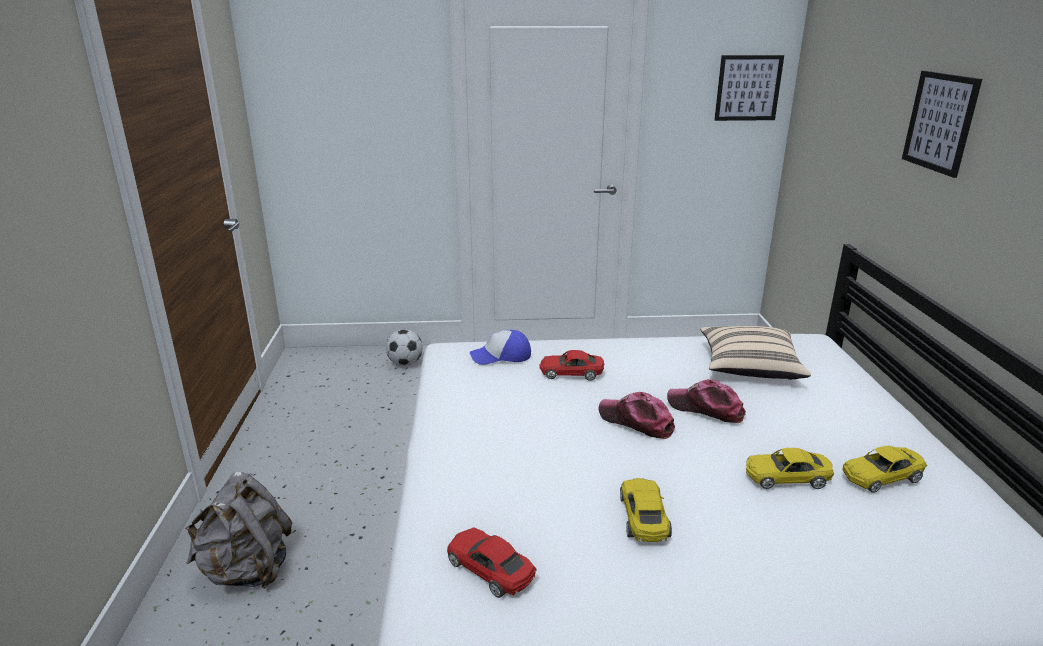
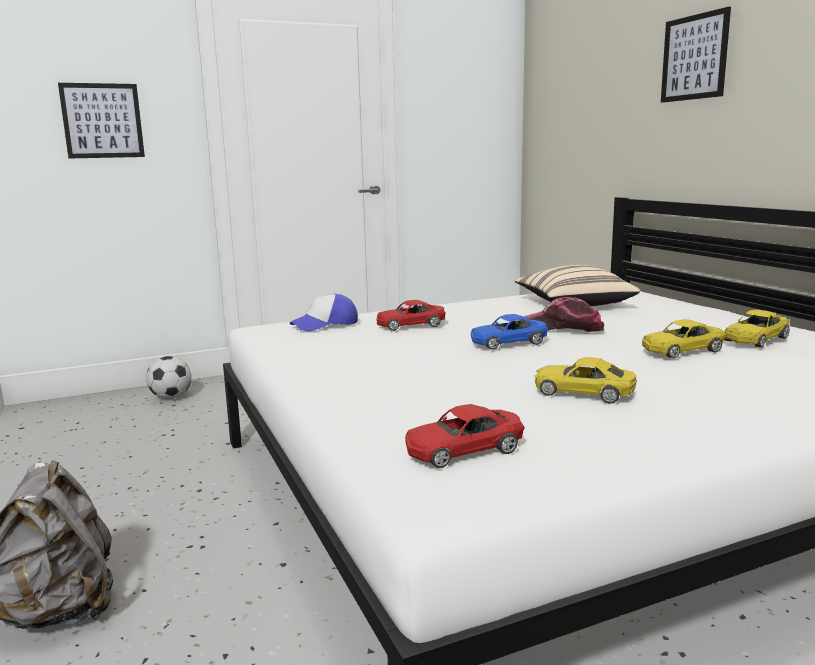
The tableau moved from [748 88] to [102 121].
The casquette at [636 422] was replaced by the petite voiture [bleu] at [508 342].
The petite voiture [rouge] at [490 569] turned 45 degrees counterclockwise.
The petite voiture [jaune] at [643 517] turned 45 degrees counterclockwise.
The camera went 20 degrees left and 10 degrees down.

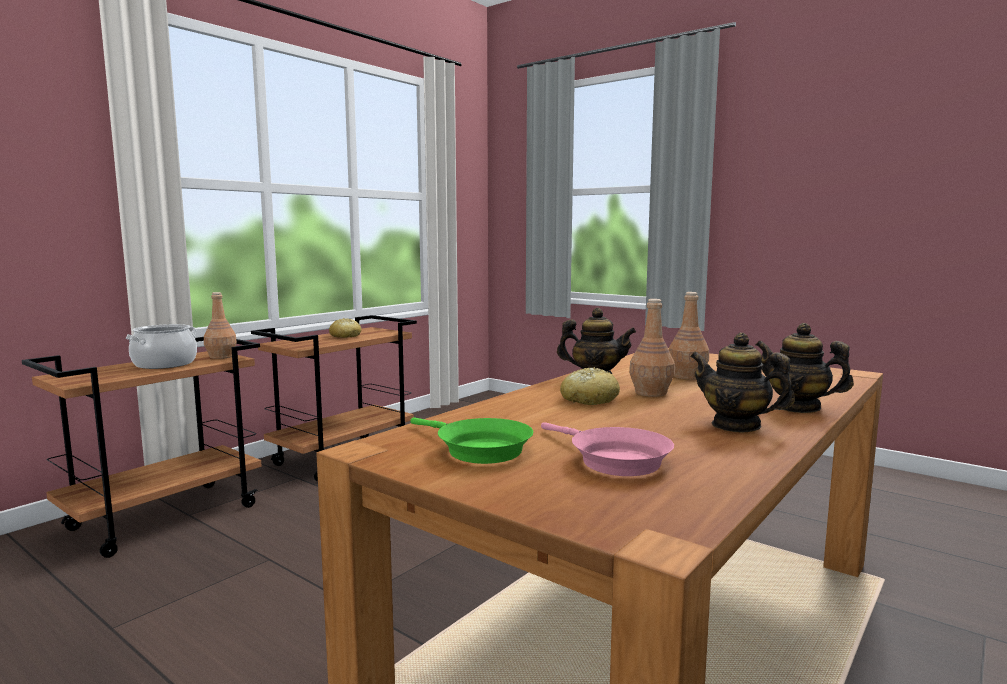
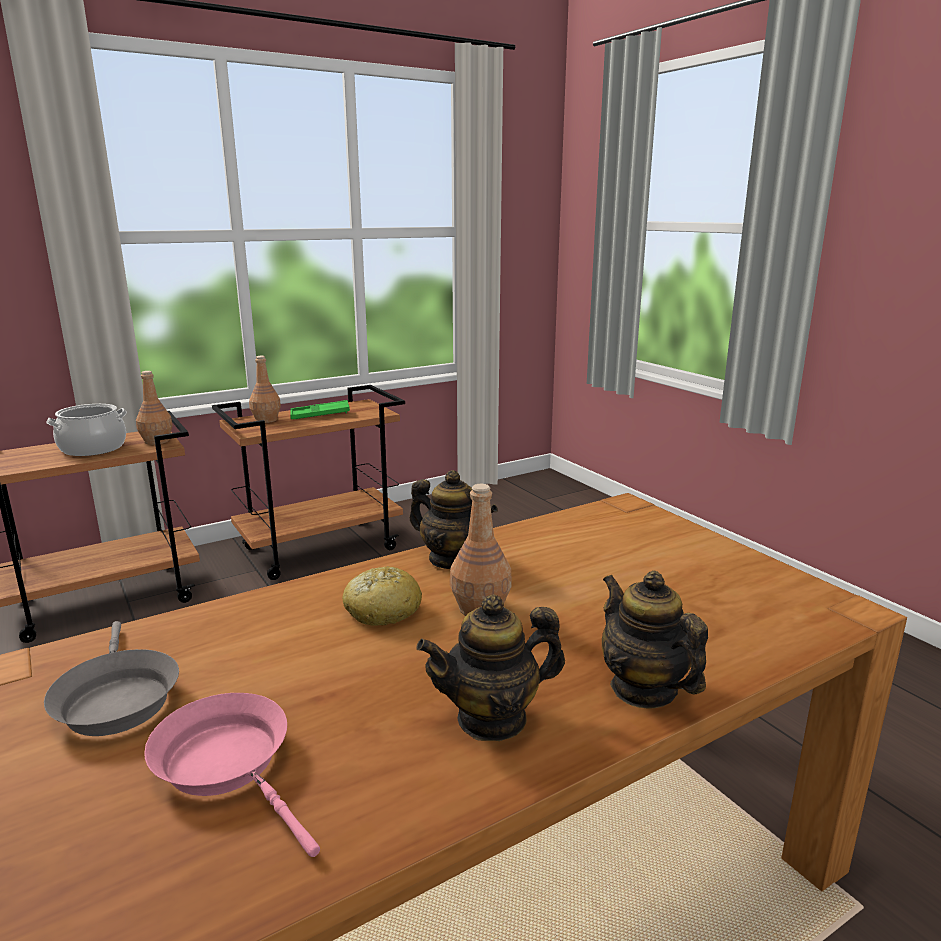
The bouteille [marron] moved from [687 376] to [266 420].
The pain at [345 336] was replaced by the plateau [vert] at [320 415].
The poêle [vert] at [478 449] became the poêle [gris] at [116 699].
The poêle [rose] at [613 460] turned 150 degrees clockwise.
The théière at [736 425] turned 75 degrees counterclockwise.
The camera went 20 degrees right and 10 degrees up.

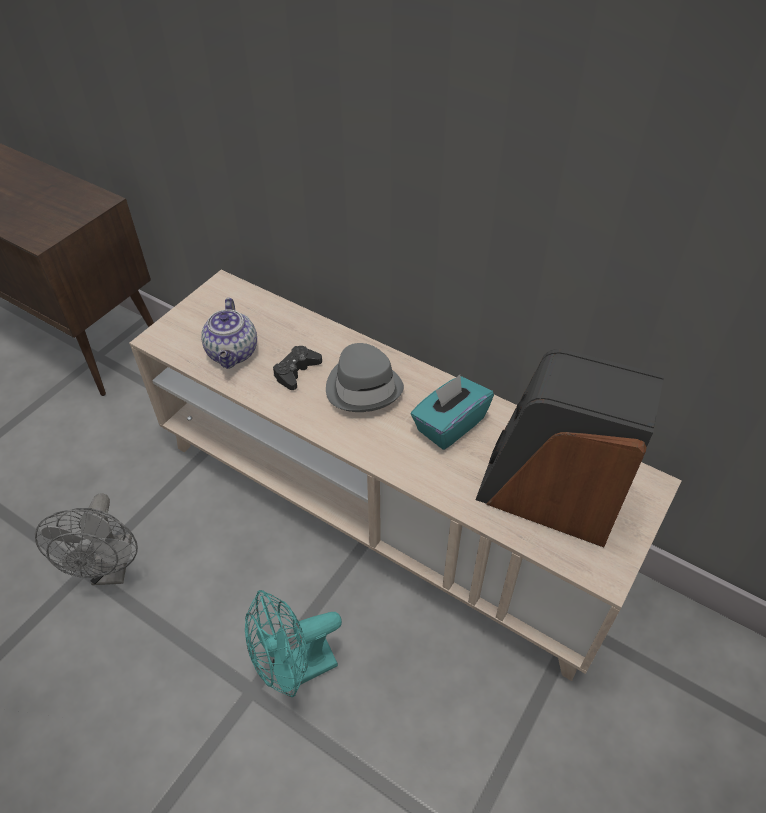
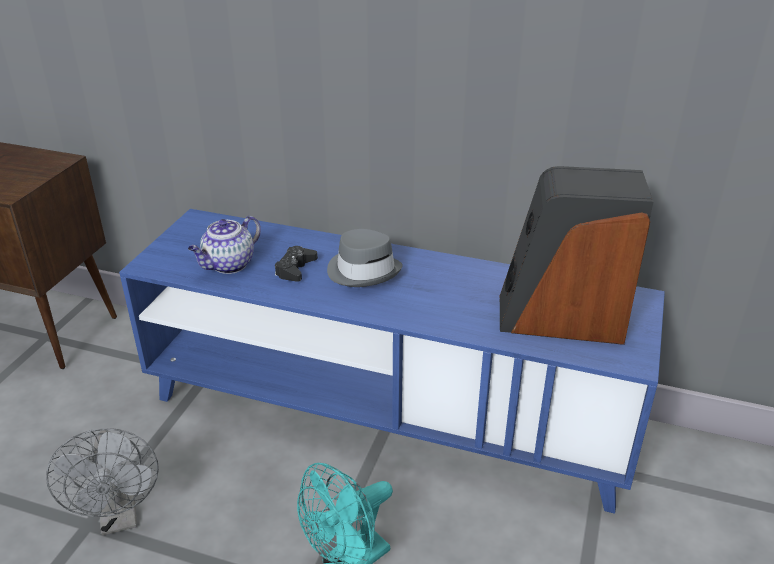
The boîte à mouchoirs [turquoise] at [449 425] disappeared.
The meuble télé [beige] at [383 509] became the meuble télé [bleu] at [387 412].
The théière at [233 354] turned 60 degrees clockwise.
The camera went 15 degrees left and 15 degrees down.

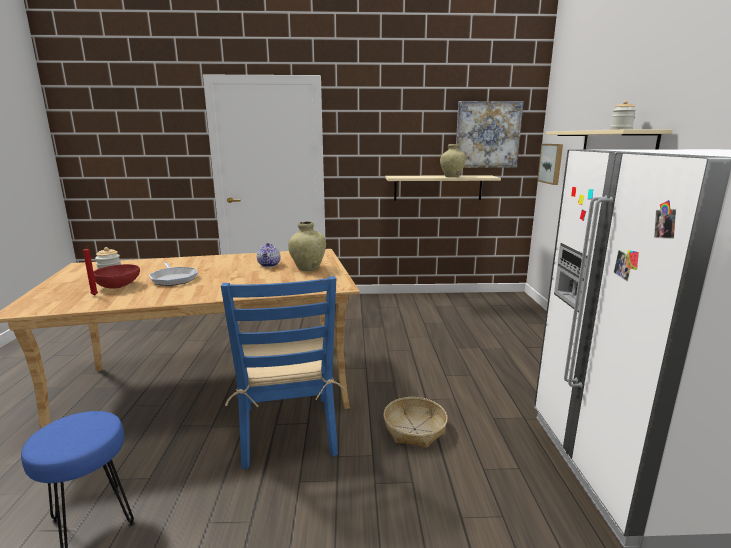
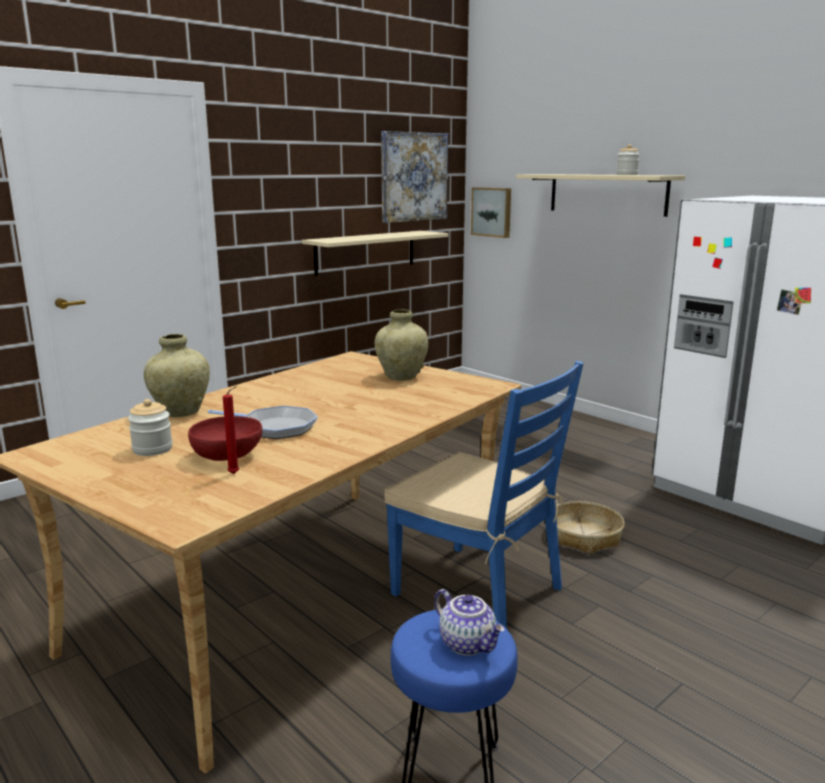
The théière moved from [269 265] to [468 644].
The vase [beige] moved from [451 176] to [180 412].
The camera went 40 degrees left and 0 degrees up.

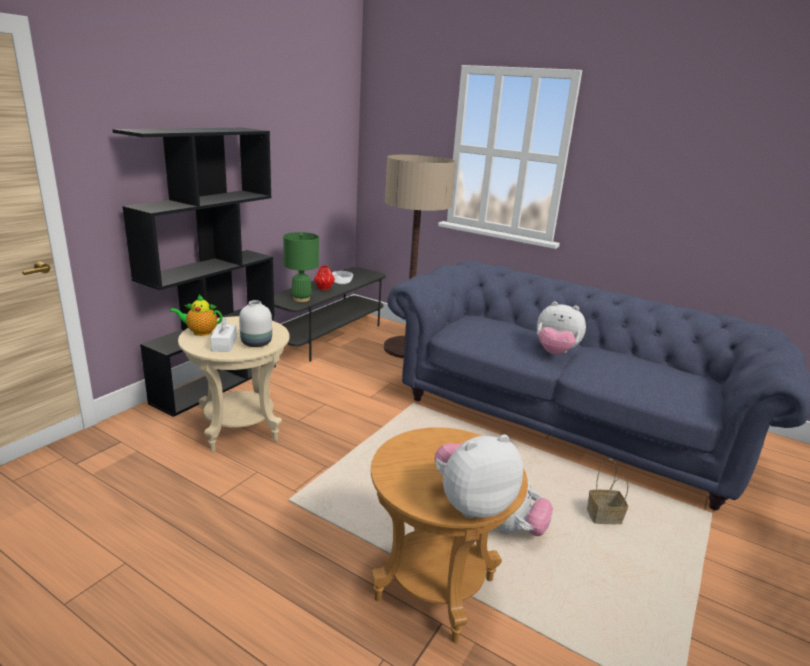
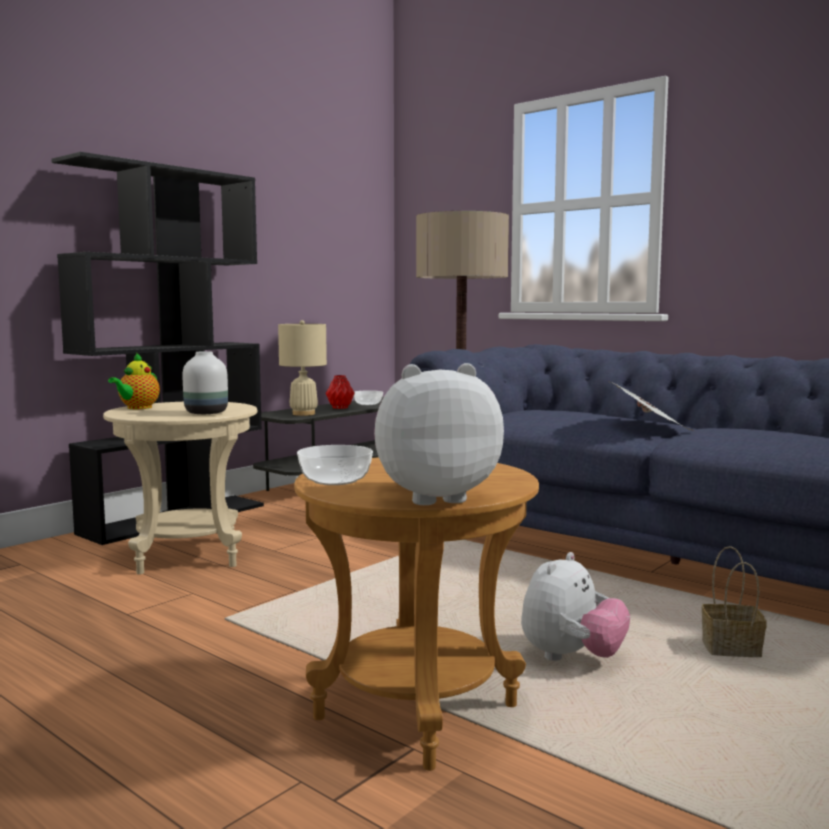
The boîte à mouchoirs [blanc] at [224 344] disappeared.
The bol at [335 480] appeared.
The peluche at [555 352] was replaced by the journal at [650 428].
The lampe de table [vert] at [301 299] became the lampe de table [beige] at [303 414].
The théière at [200 332] turned 75 degrees counterclockwise.
The camera went 10 degrees right and 15 degrees down.

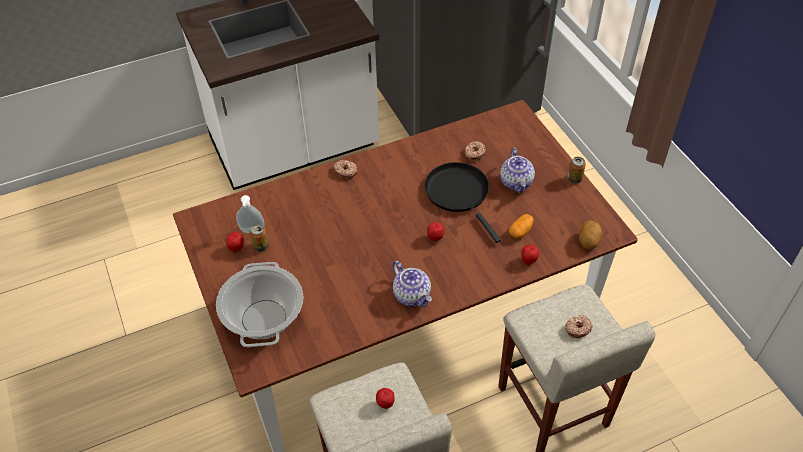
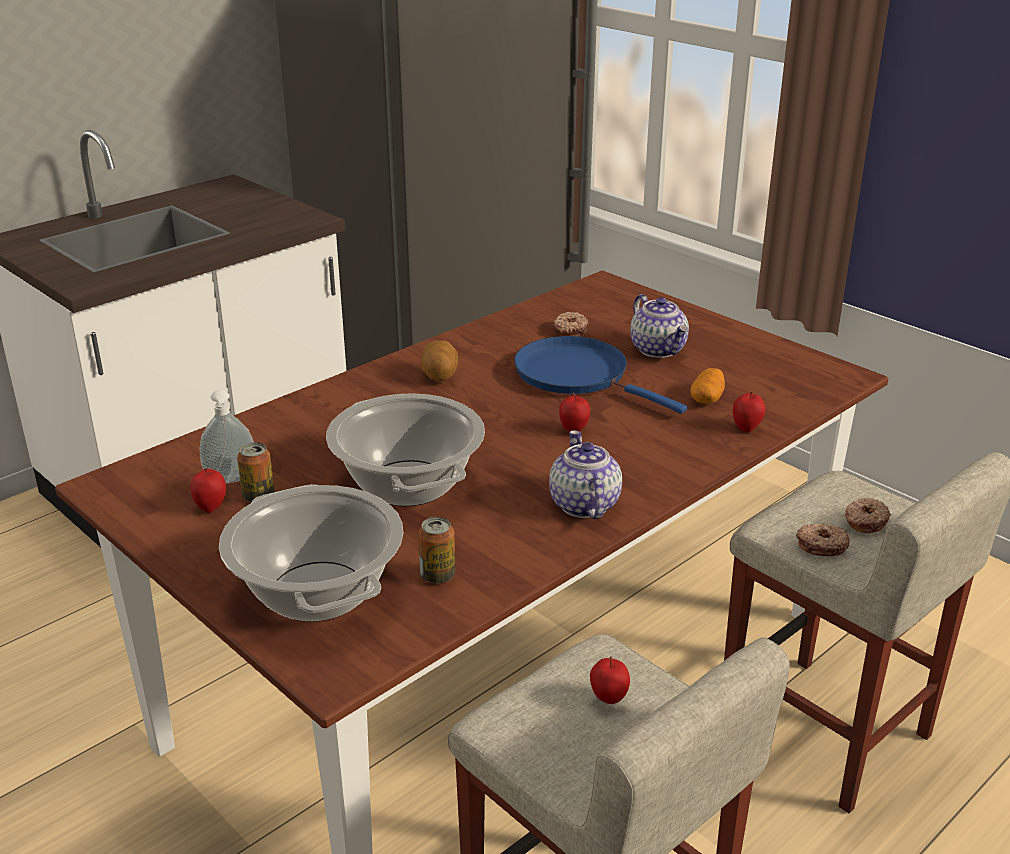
The marmite at [409 484] appeared.
The beignet moved from [345 171] to [821 545].
The boîte métallique moved from [574 179] to [437 575].
The pomme de terre moved from [588 242] to [440 377].
The poêle [noir] at [459 194] became the poêle [bleu] at [577 375].
The théière at [412 295] turned 135 degrees counterclockwise.
The camera went 20 degrees left and 20 degrees down.

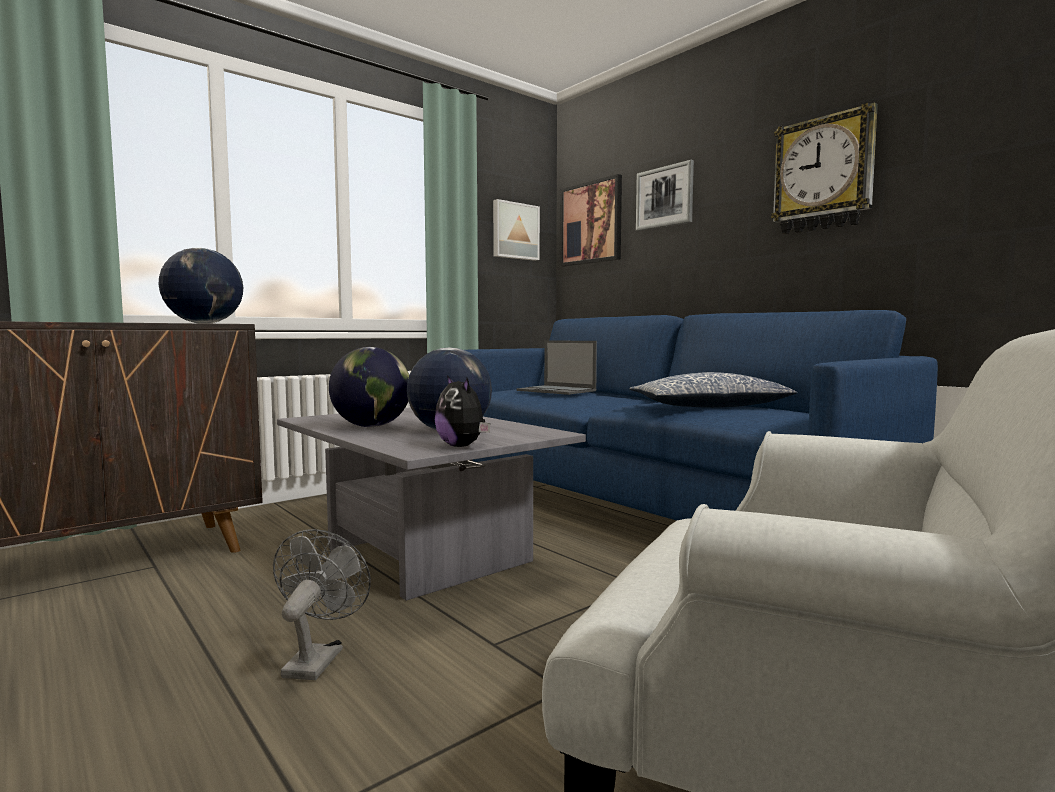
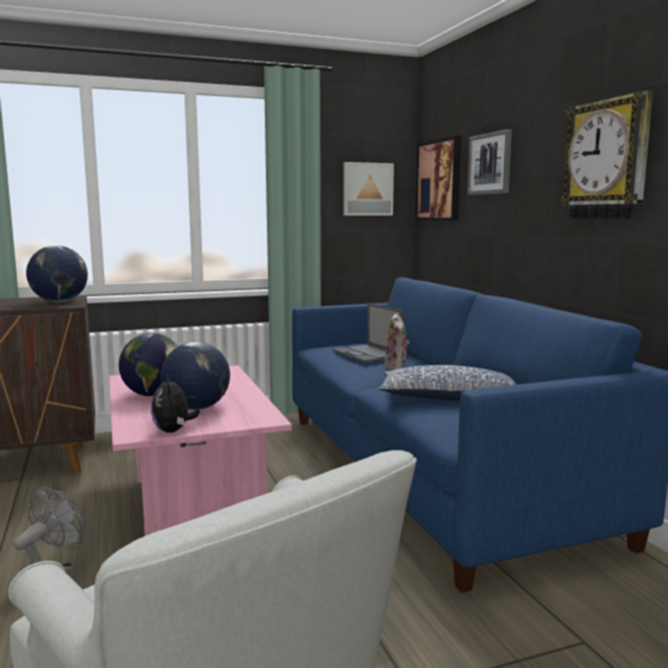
The peluche at [397 368] appeared.
The table basse [gris] at [420 555] became the table basse [rose] at [192 497].
The camera went 20 degrees right and 5 degrees up.

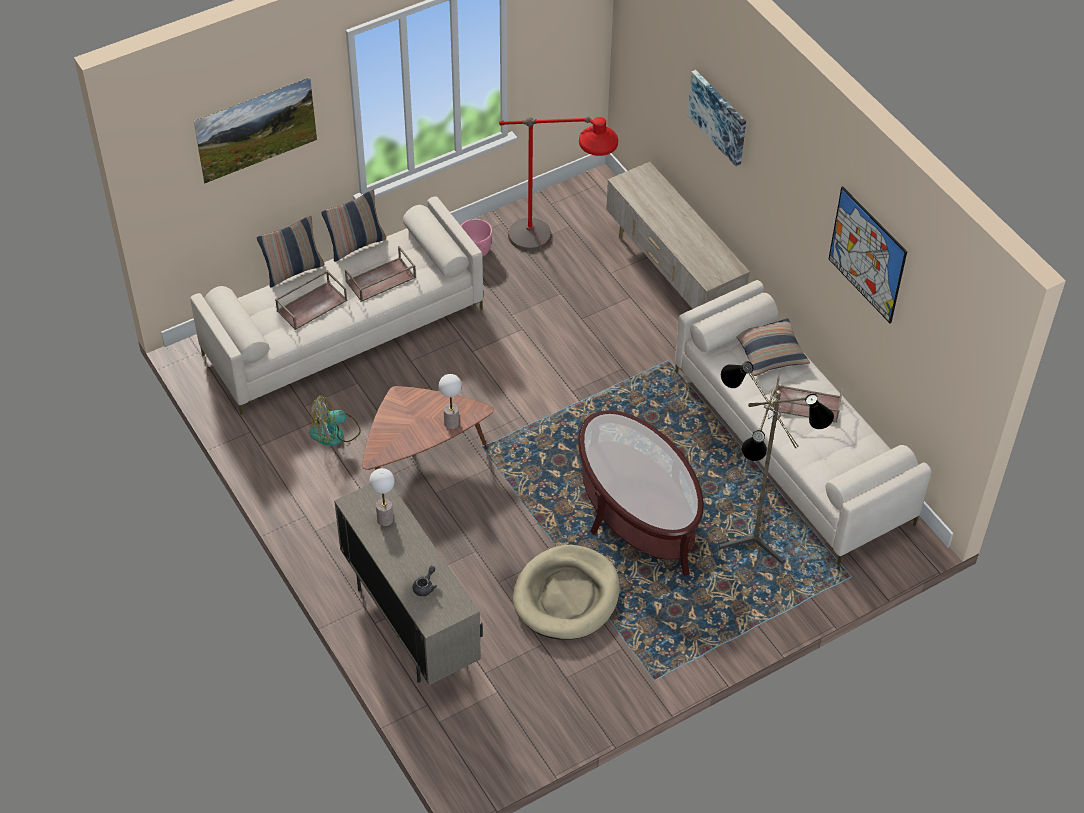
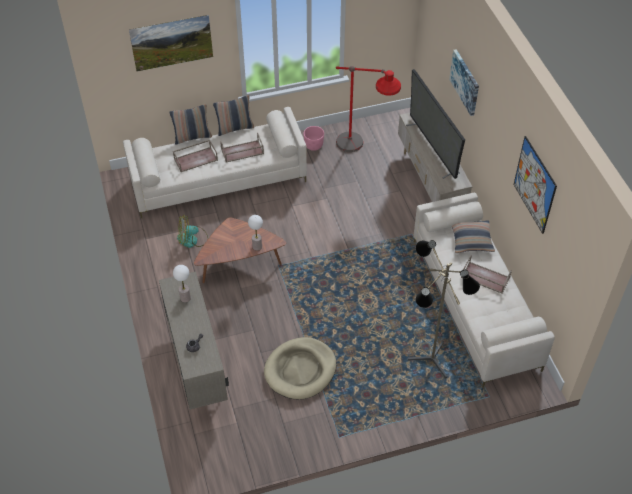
The table basse [marron] at [637 511] disappeared.
The téléviseur at [432 148] appeared.
The camera went 15 degrees right and 0 degrees up.

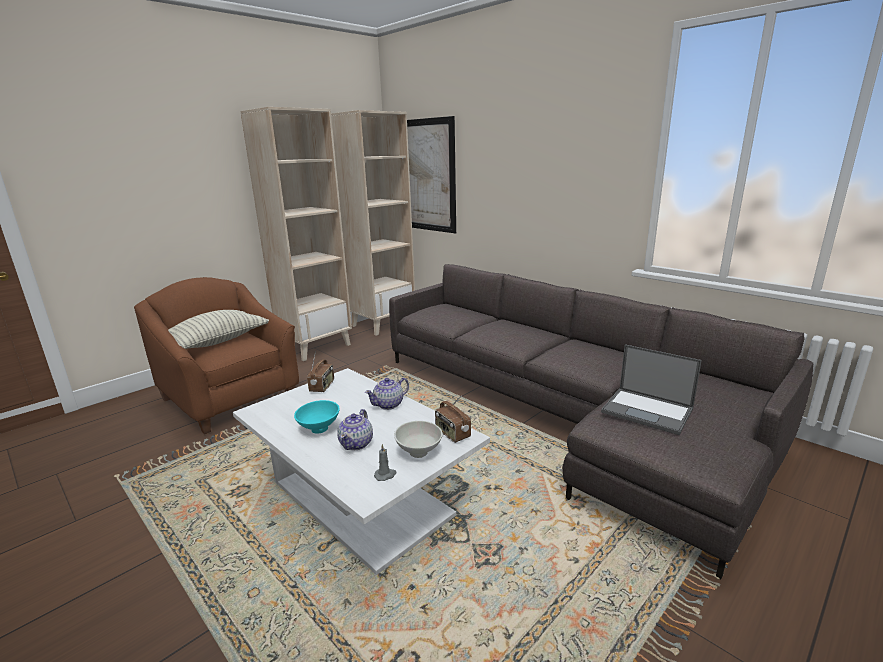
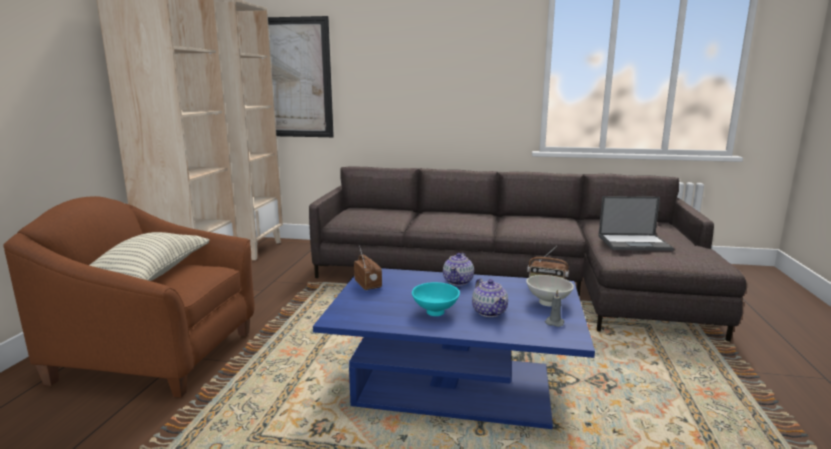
The table basse [blanc] at [361 499] became the table basse [bleu] at [454 386].
The camera went 35 degrees left and 5 degrees down.

